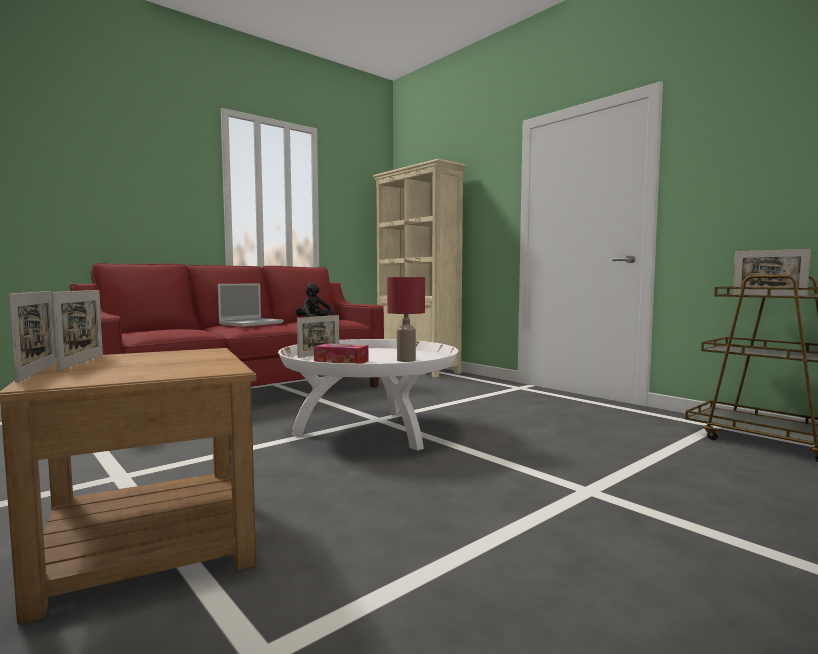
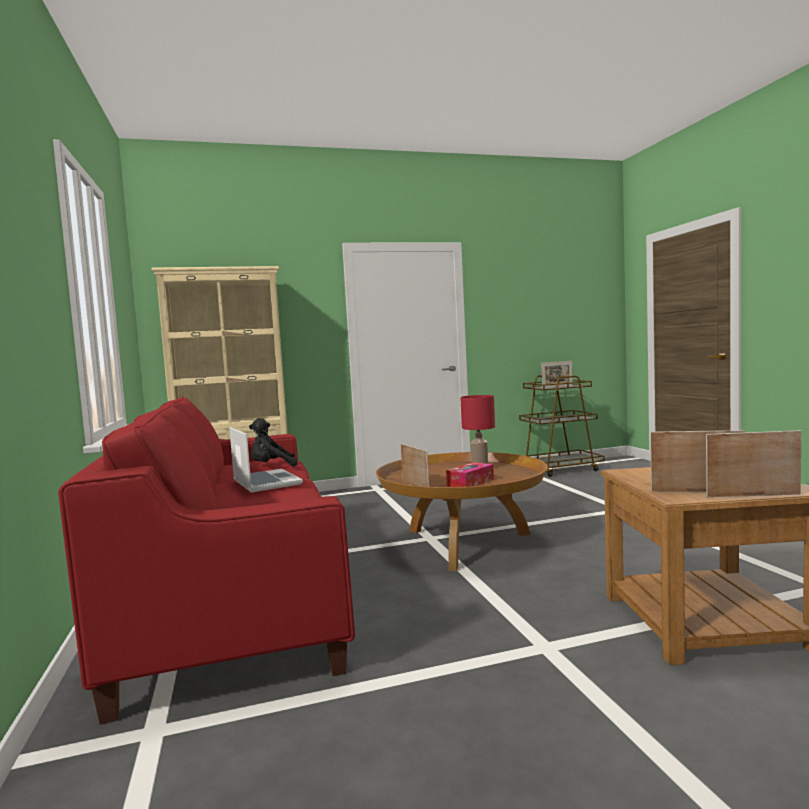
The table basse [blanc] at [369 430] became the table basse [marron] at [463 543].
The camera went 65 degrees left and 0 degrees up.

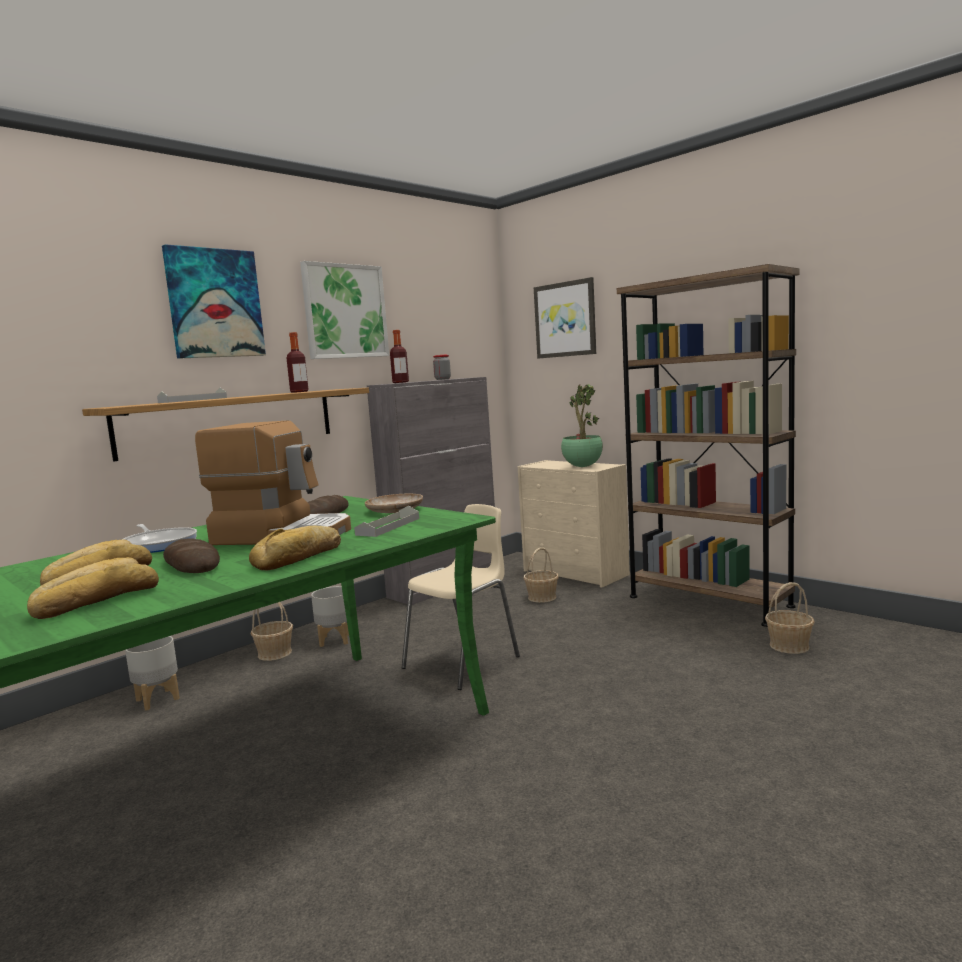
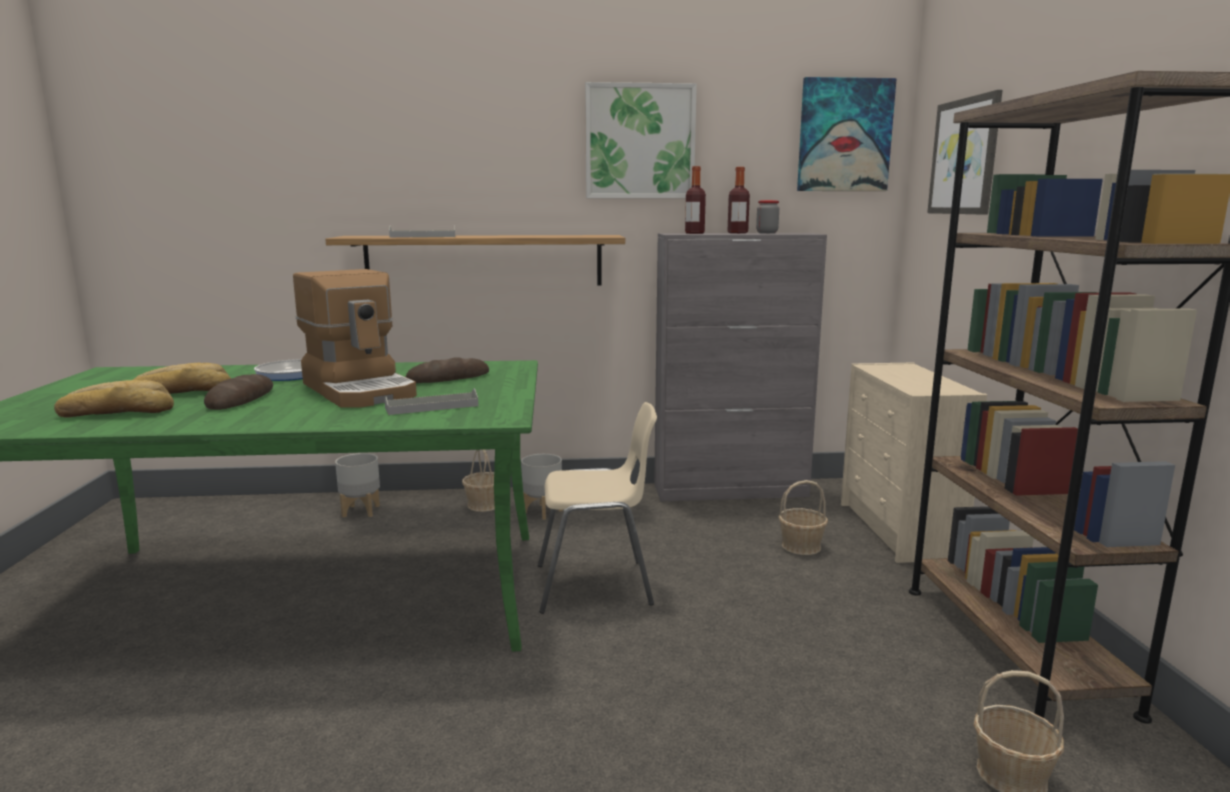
The pain at [300 557] disappeared.
The assiette [beige] at [395 510] disappeared.
The plante en pot at [582 466] disappeared.
The tableau moved from [214 303] to [844 135].
The bouteille moved from [299 392] to [737 233].
The camera went 40 degrees right and 5 degrees up.

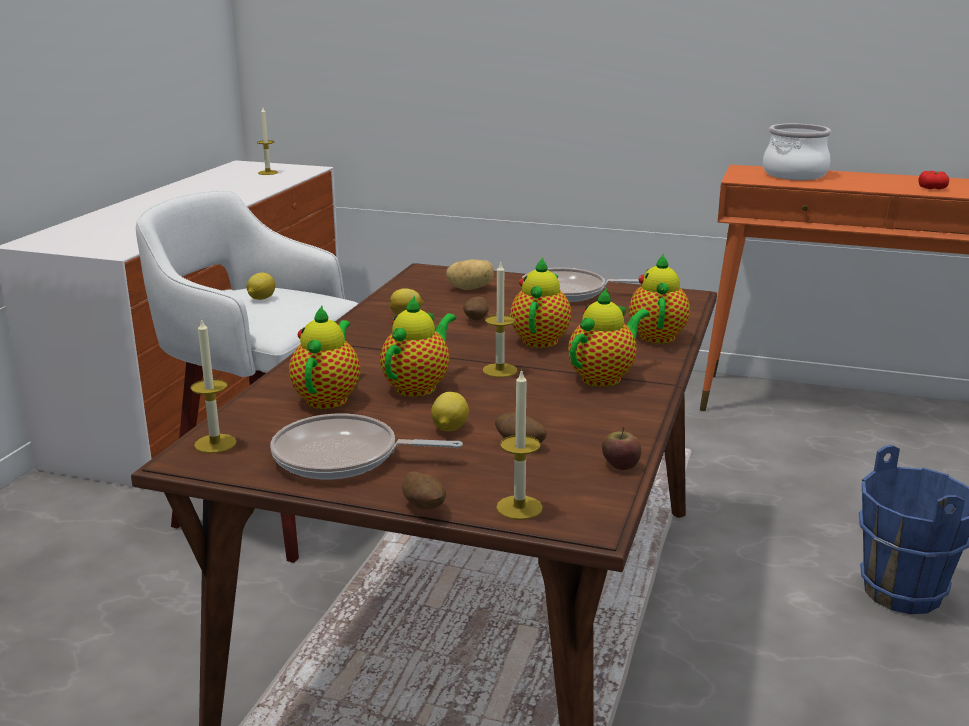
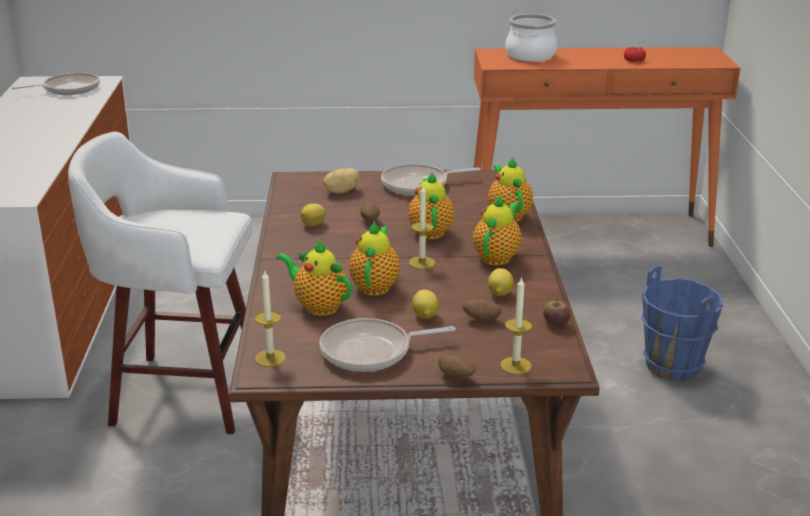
The citron moved from [261 298] to [499 294].
The bougie at [268 172] was replaced by the poêle at [68 89].
The théière at [328 398] turned 45 degrees counterclockwise.
The camera went 20 degrees left and 5 degrees up.

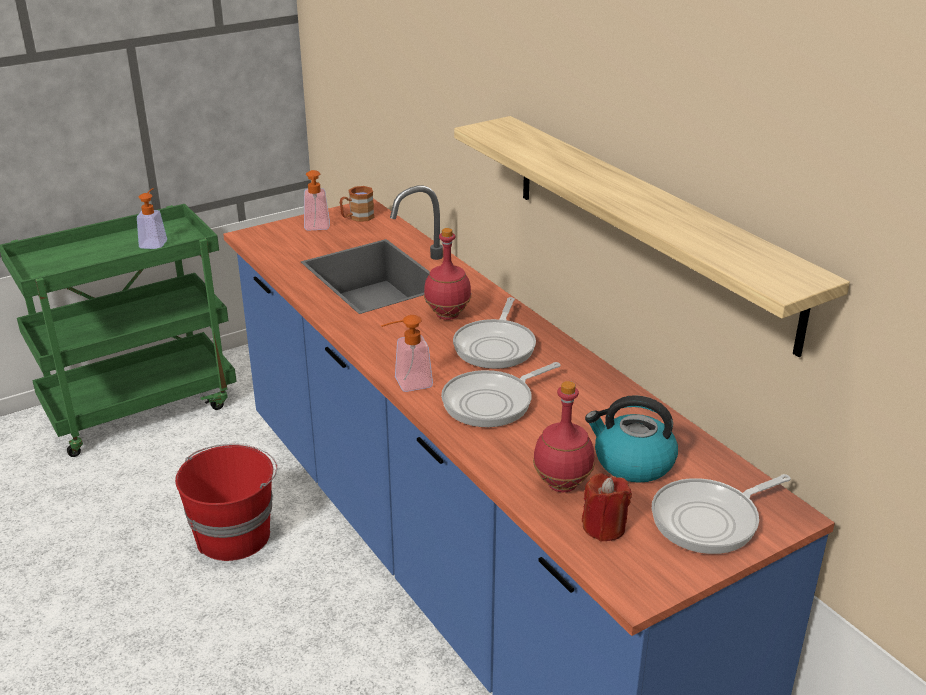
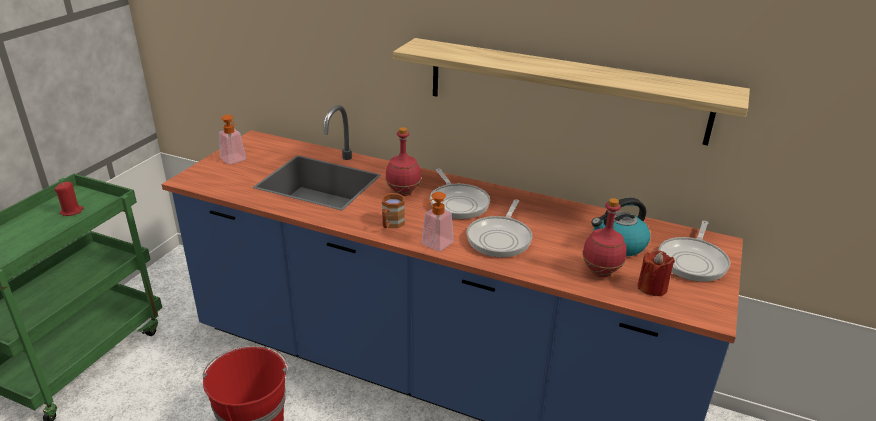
The mug [marron] moved from [357 218] to [391 224].
The distributeur de savon at [155 242] was replaced by the bougie [rouge] at [72 211].
The camera went 35 degrees left and 0 degrees up.

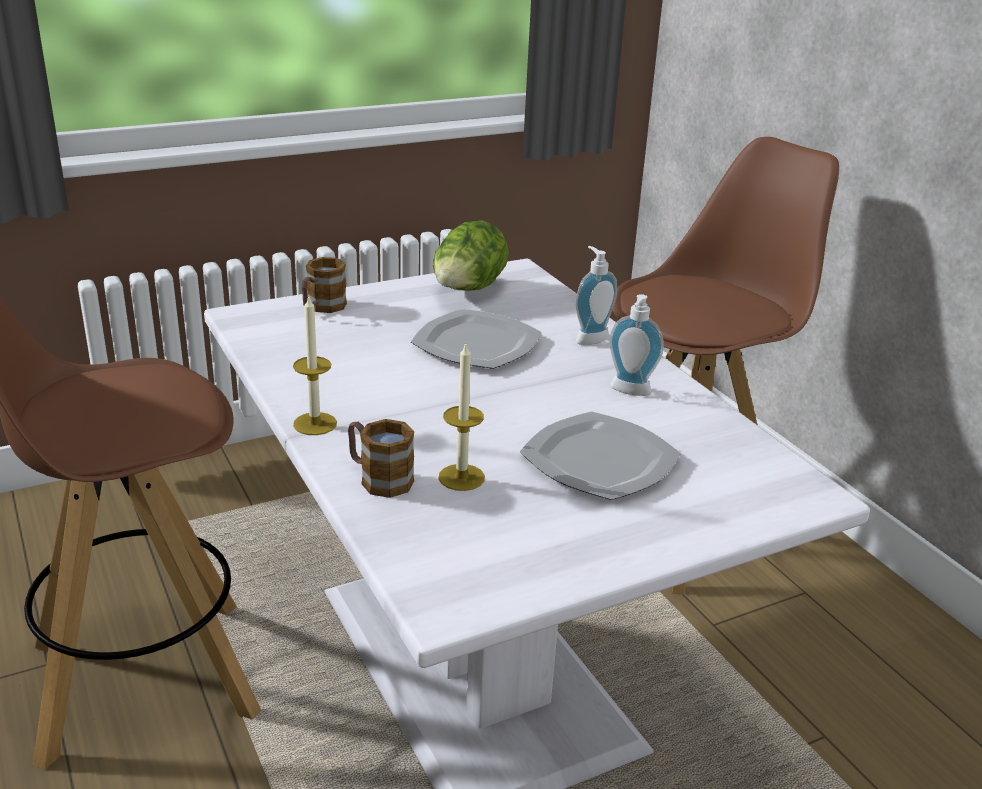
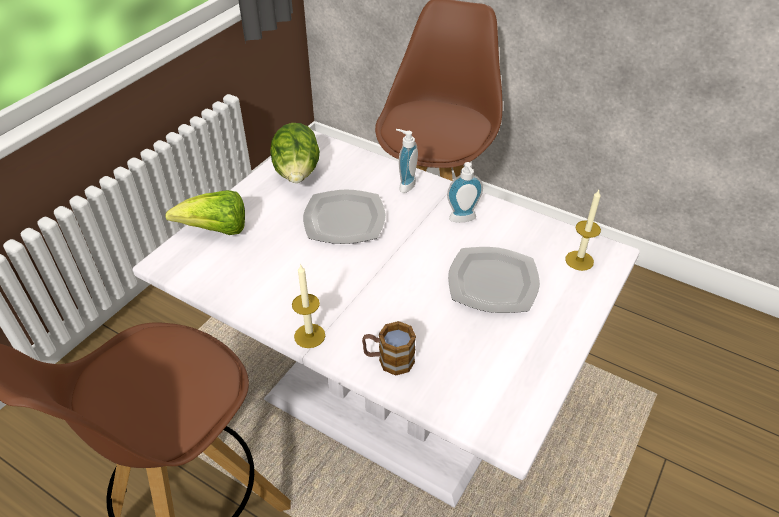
The bougie moved from [461 477] to [579 260].
The mug at [322 308] was replaced by the laitue at [216 230].
The camera went 30 degrees left and 15 degrees up.

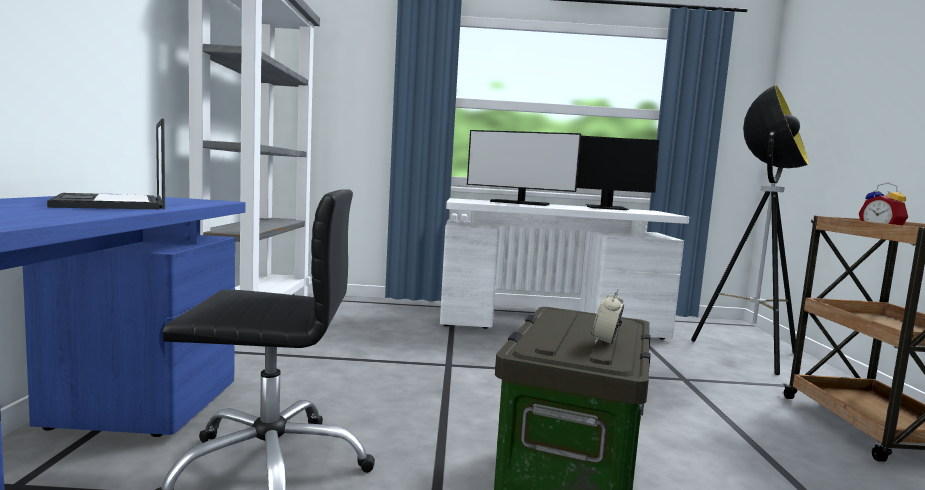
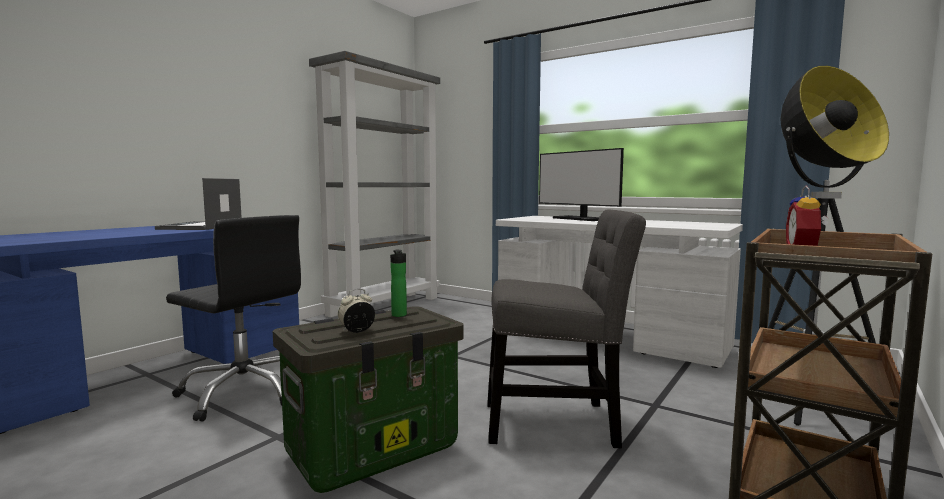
The écran d'ordinateur at [606 208] disappeared.
The bouteille at [399 315] appeared.
The chaise [gris] at [557 423] appeared.
The camera went 35 degrees right and 0 degrees up.

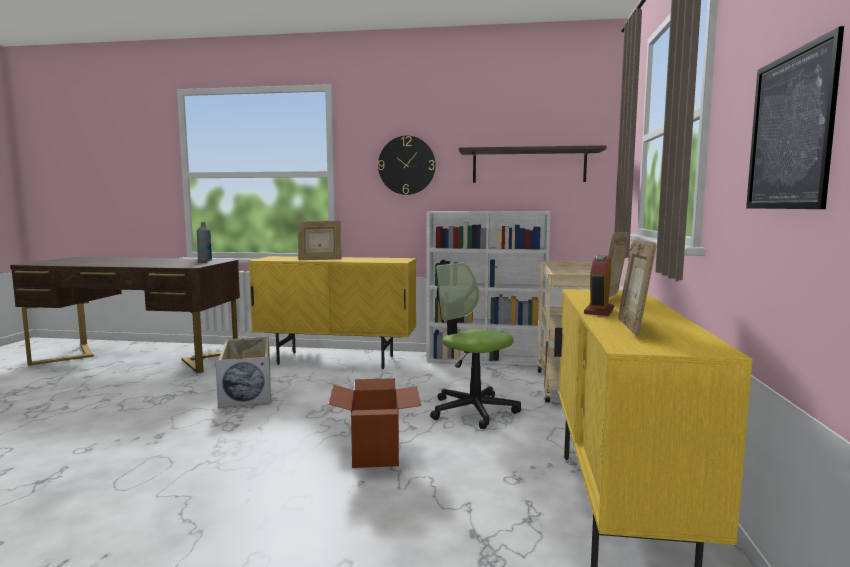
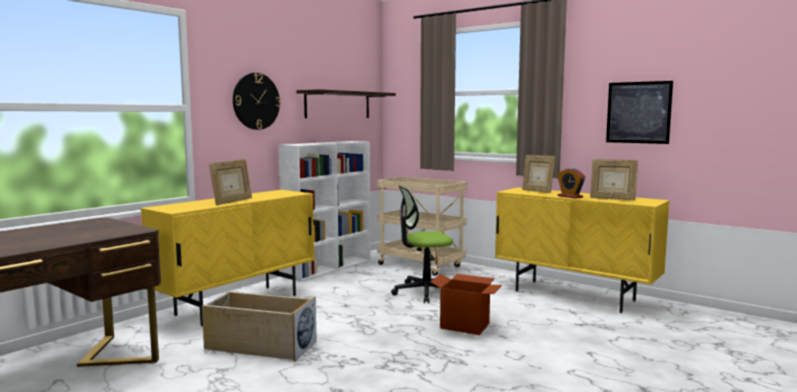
The bouteille [gris] at [205 260] disappeared.
The camera went 60 degrees left and 0 degrees up.

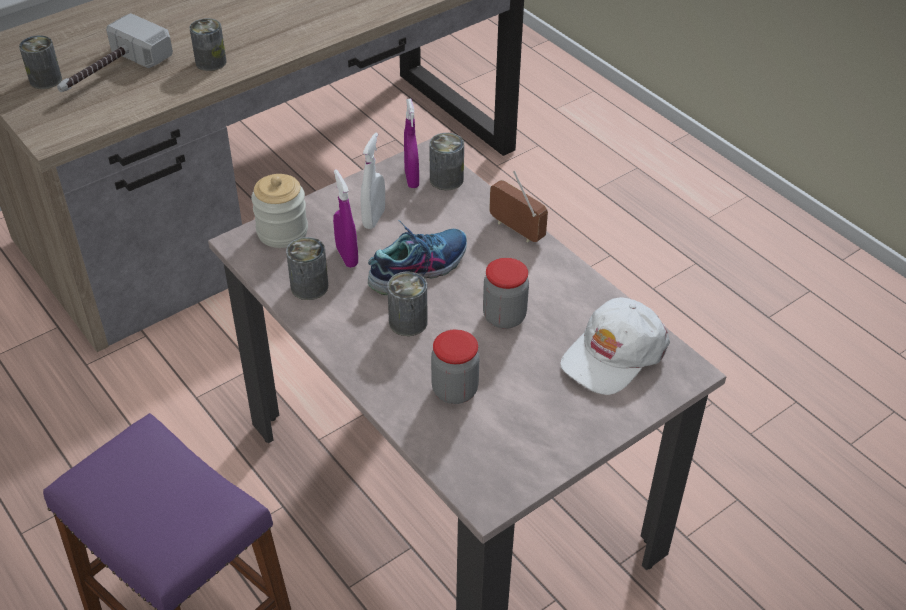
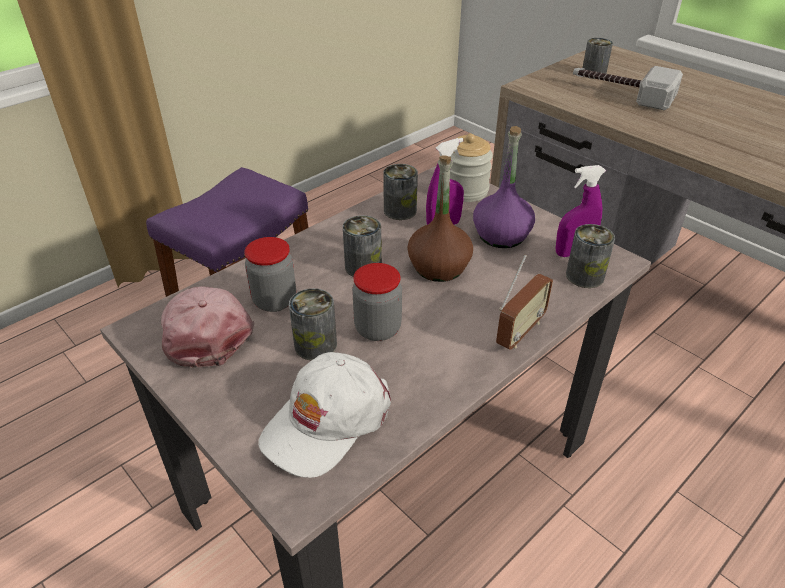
The casquette [rose] at [205 330] appeared.
The boîte métallique moved from [211 62] to [315 345].
The vaporisateur [blanc] at [374 218] was replaced by the bouteille [violet] at [501 235].
The chaussure at [418 268] was replaced by the bouteille [marron] at [439 267].
The casquette [blanc] at [613 354] turned 90 degrees counterclockwise.
The camera went 85 degrees right and 5 degrees down.

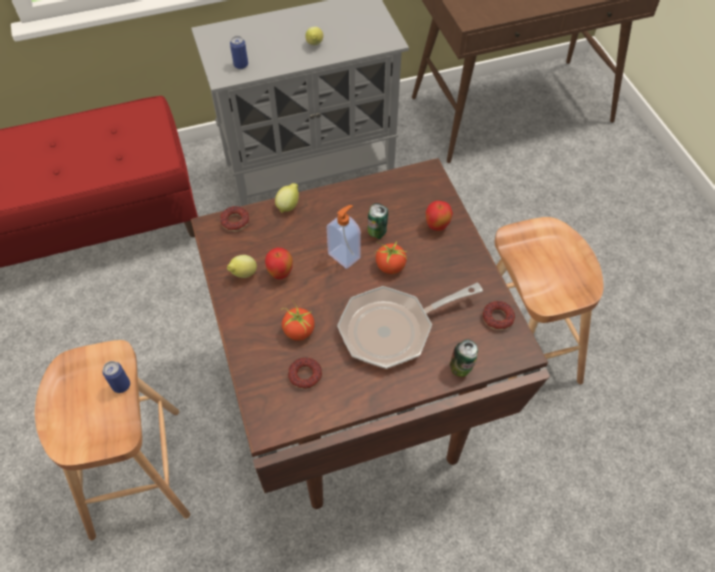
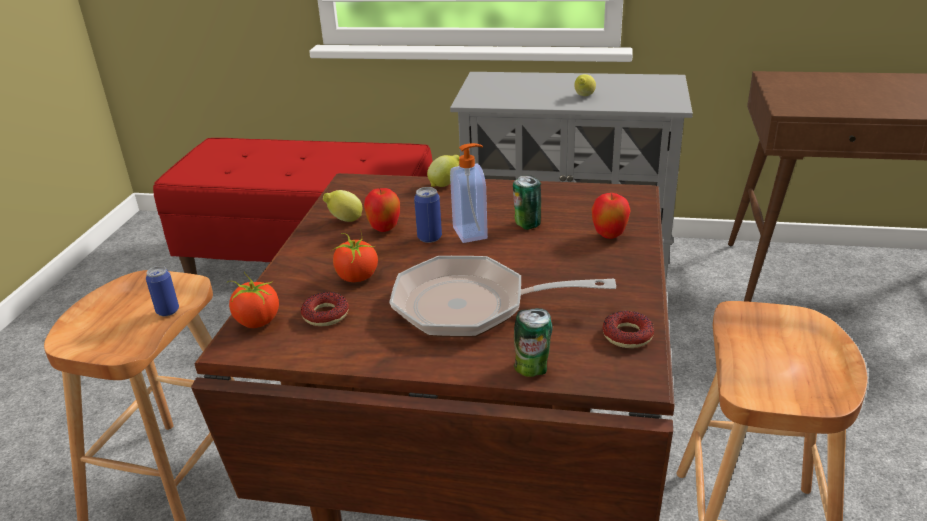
The beignet at [235 221] disappeared.
The boîte métallique moved from [241 65] to [429 237].
The tomate moved from [390 266] to [257 321].
The camera went 30 degrees right and 25 degrees down.

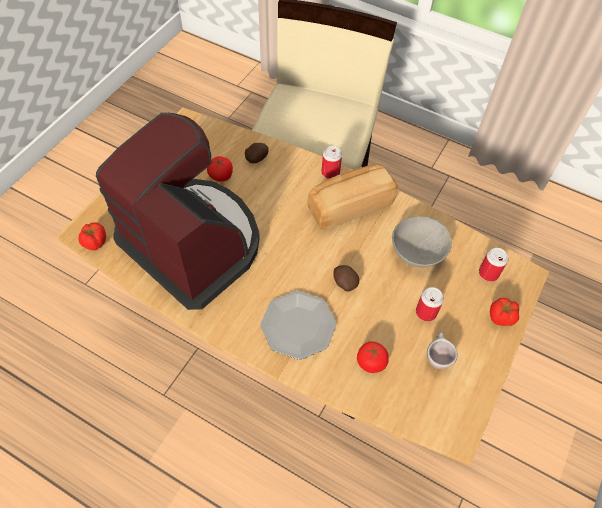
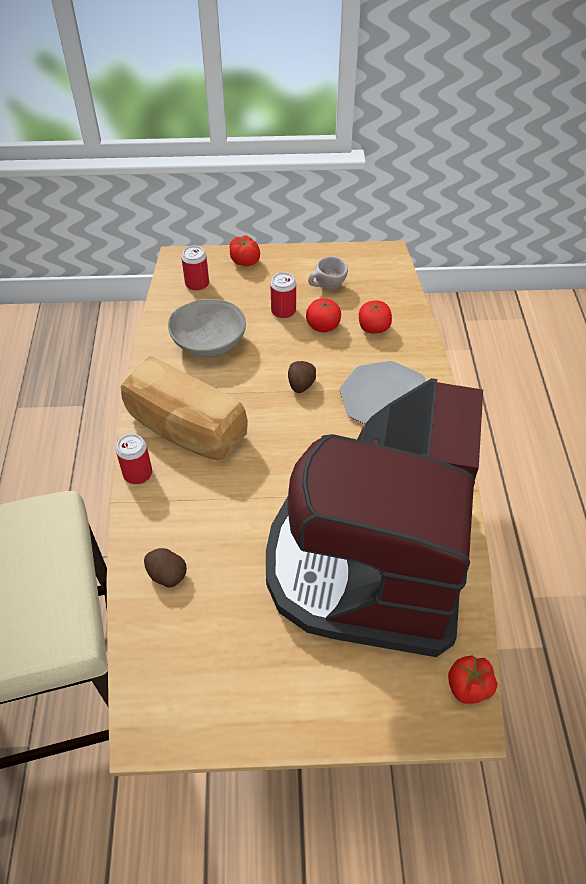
The tomate moved from [221 176] to [323 326].
The camera went 120 degrees left and 5 degrees down.

